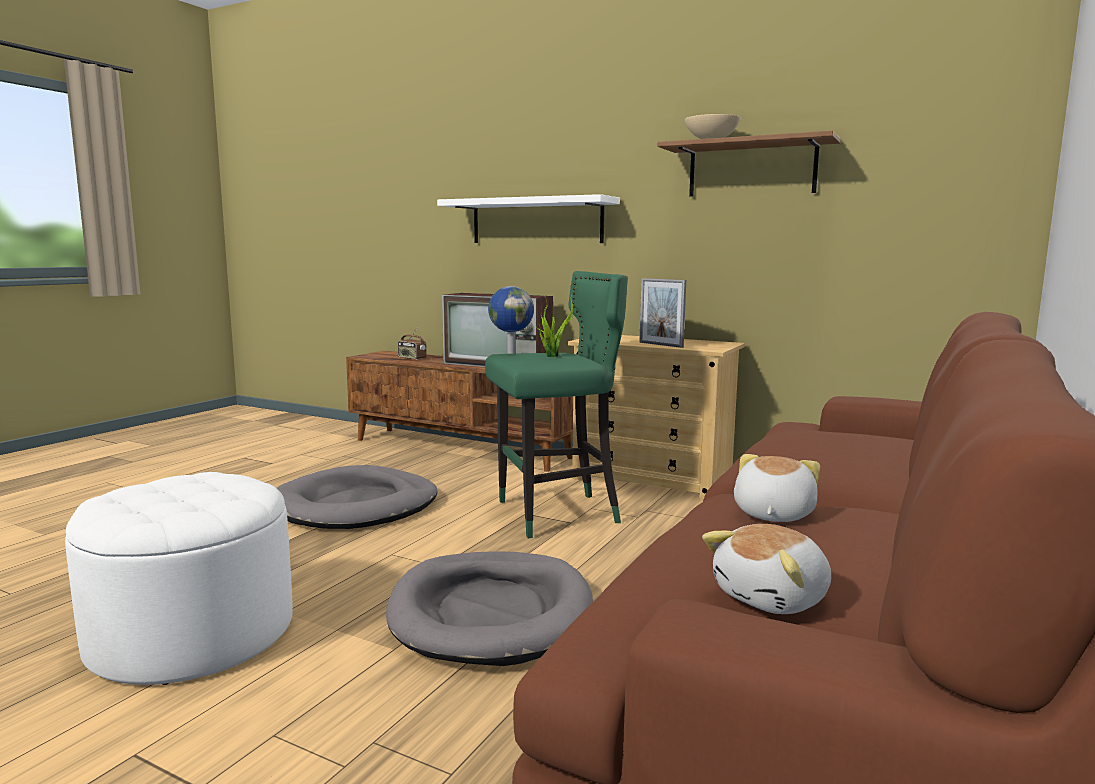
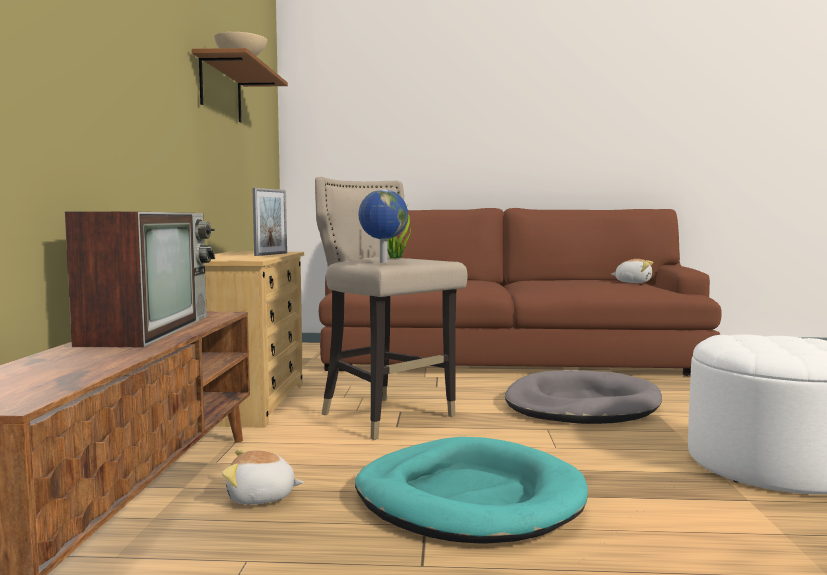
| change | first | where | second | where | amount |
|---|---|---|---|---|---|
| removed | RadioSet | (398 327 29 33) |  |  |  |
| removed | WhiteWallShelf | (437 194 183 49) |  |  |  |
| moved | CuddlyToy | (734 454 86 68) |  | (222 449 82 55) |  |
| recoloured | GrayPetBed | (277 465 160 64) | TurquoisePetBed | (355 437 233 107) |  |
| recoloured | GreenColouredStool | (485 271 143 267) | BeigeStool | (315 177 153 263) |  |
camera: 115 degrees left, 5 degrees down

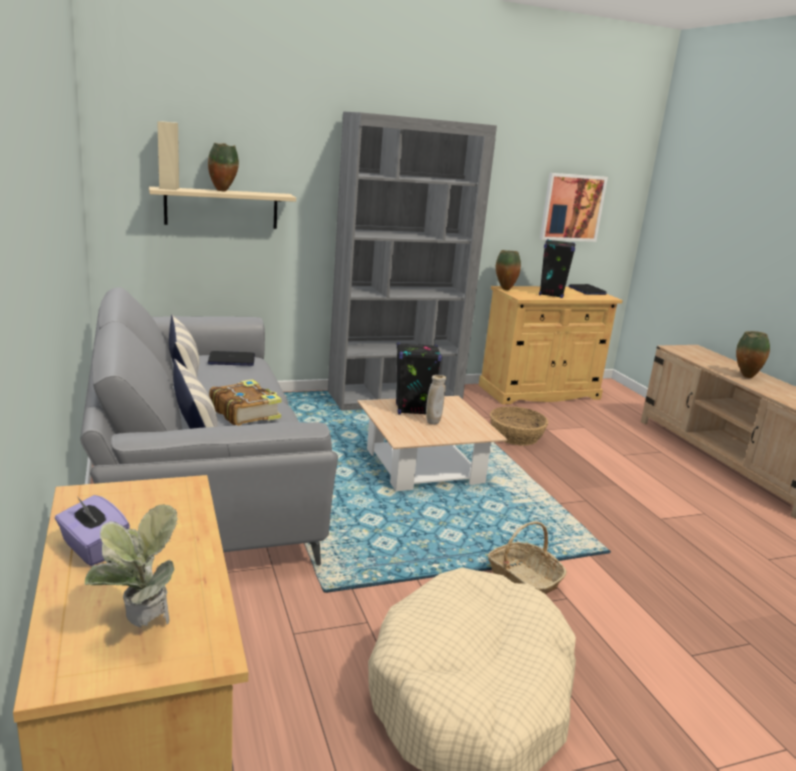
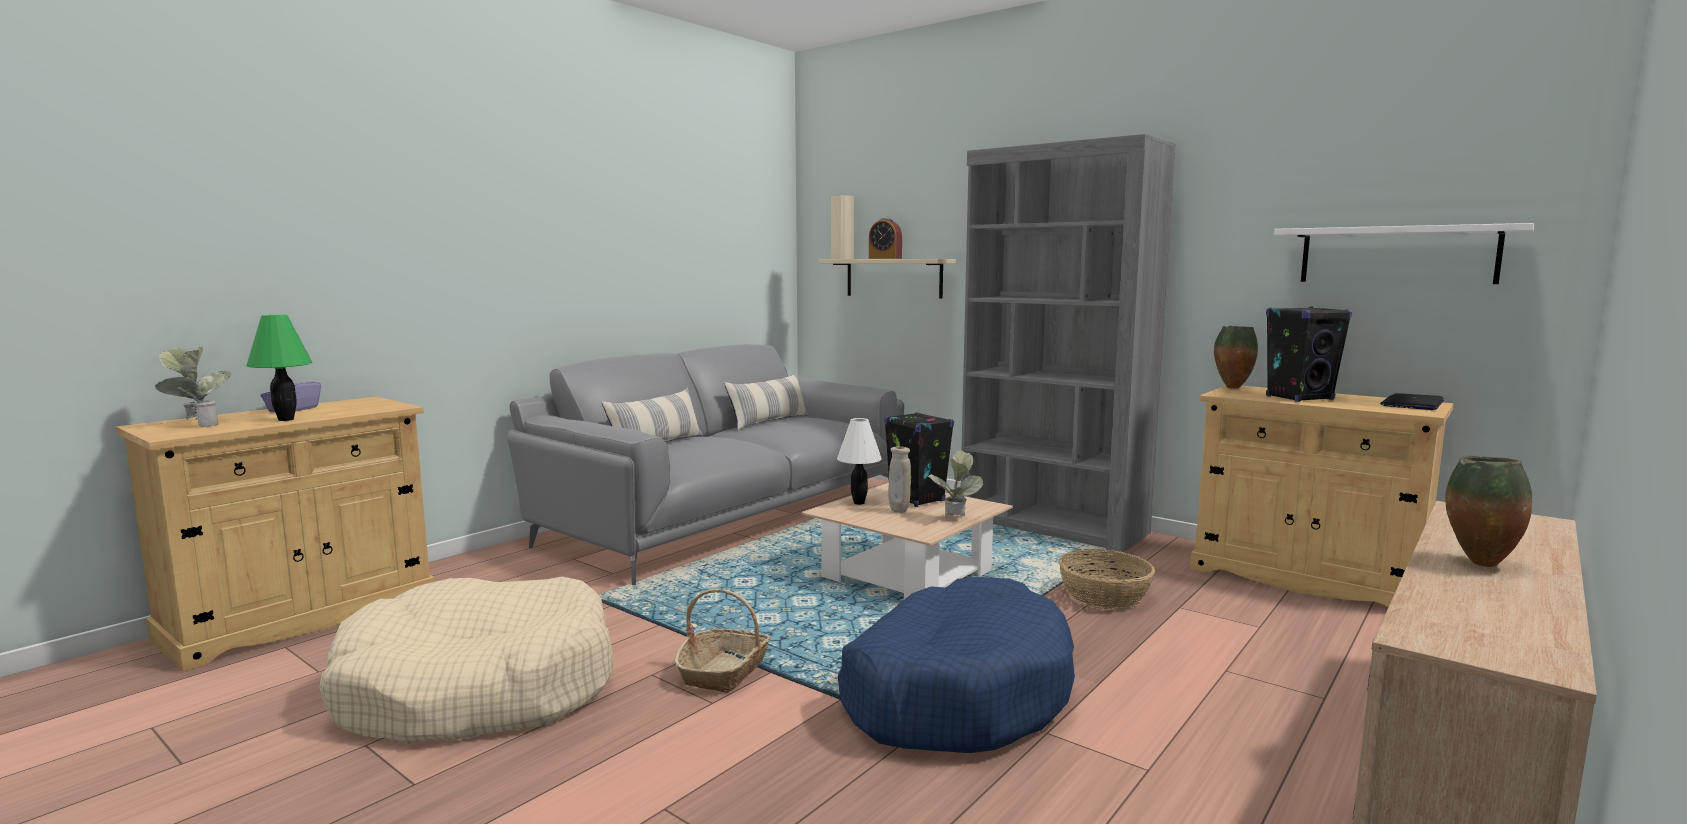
| change | first | where | second | where | amount |
|---|---|---|---|---|---|
| removed | Laptop | (208 351 47 15) |  |  |  |
| removed | BoundBook | (209 379 73 47) |  |  |  |
| added |  |  | GreenColouredTableLamp | (246 315 66 106) |  |
| added |  |  | WhiteTableLamp | (837 418 45 87) |  |
| added |  |  | BlueColouredPetBed | (838 577 237 176) |  |
| added |  |  | PottedPlant | (928 450 55 67) |  |
| replaced | DecorativeVase | (208 143 31 49) | TableClock | (869 218 33 41) |  |
| replaced | WallArt | (540 173 68 69) | WhiteWallShelf | (1274 223 260 61) |  |
camera: 60 degrees right, 10 degrees down

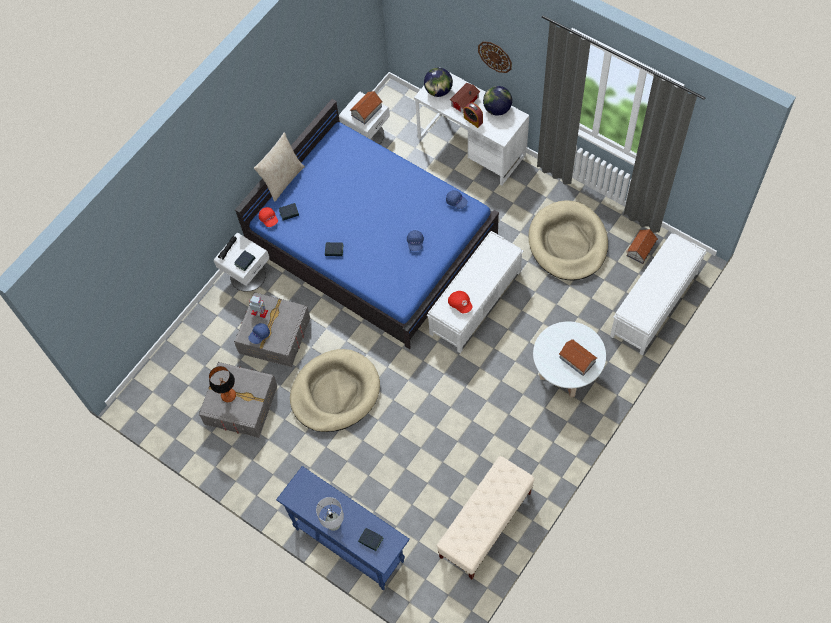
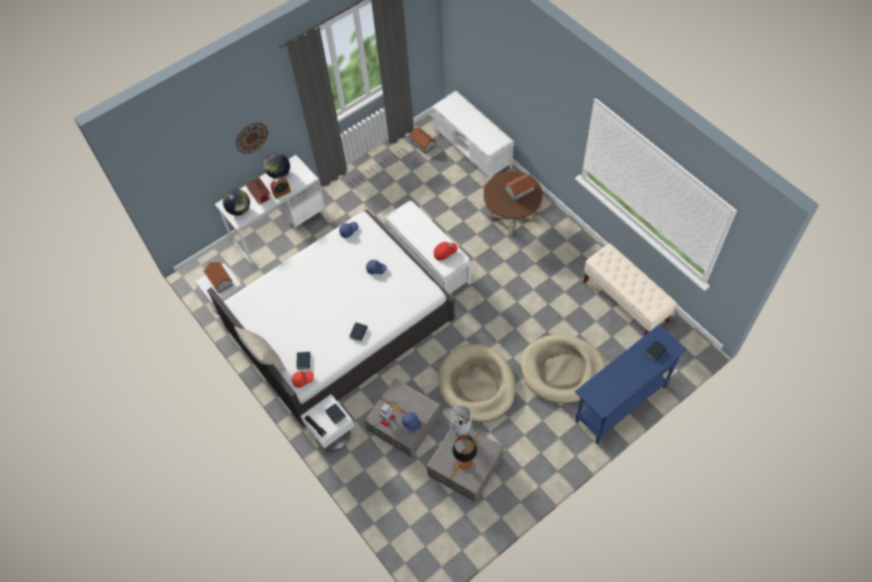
| change | first | where | second | where | amount |
|---|---|---|---|---|---|
| moved | GrayTableLamp | (316 497 28 34) |  | (450 405 22 32) |  |
| moved | BeigePetBed | (528 200 80 80) |  | (521 335 85 68) |  |
| recoloured | BlueColouredSleepingBed | (235 99 264 250) | WhiteSleepingBed | (207 210 248 217) |  |
| recoloured | WhiteCoffeeTable | (533 321 73 77) | BrownCoffeeTable | (483 171 60 63) |  |
camera: 75 degrees left, 5 degrees down

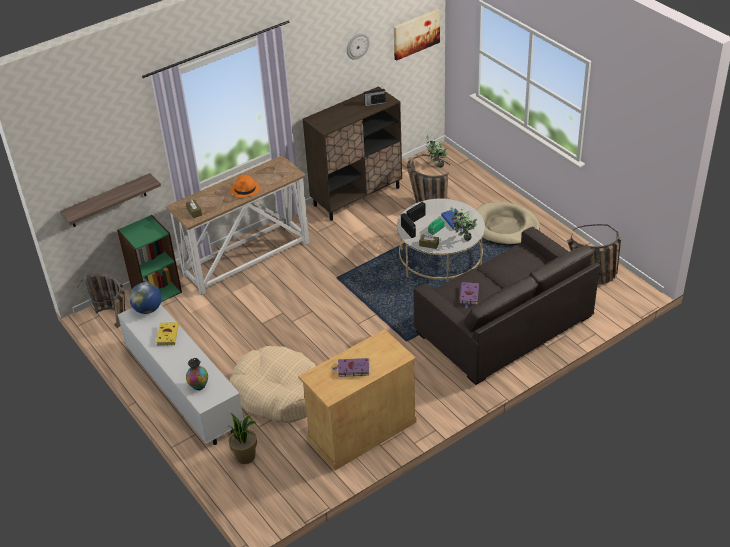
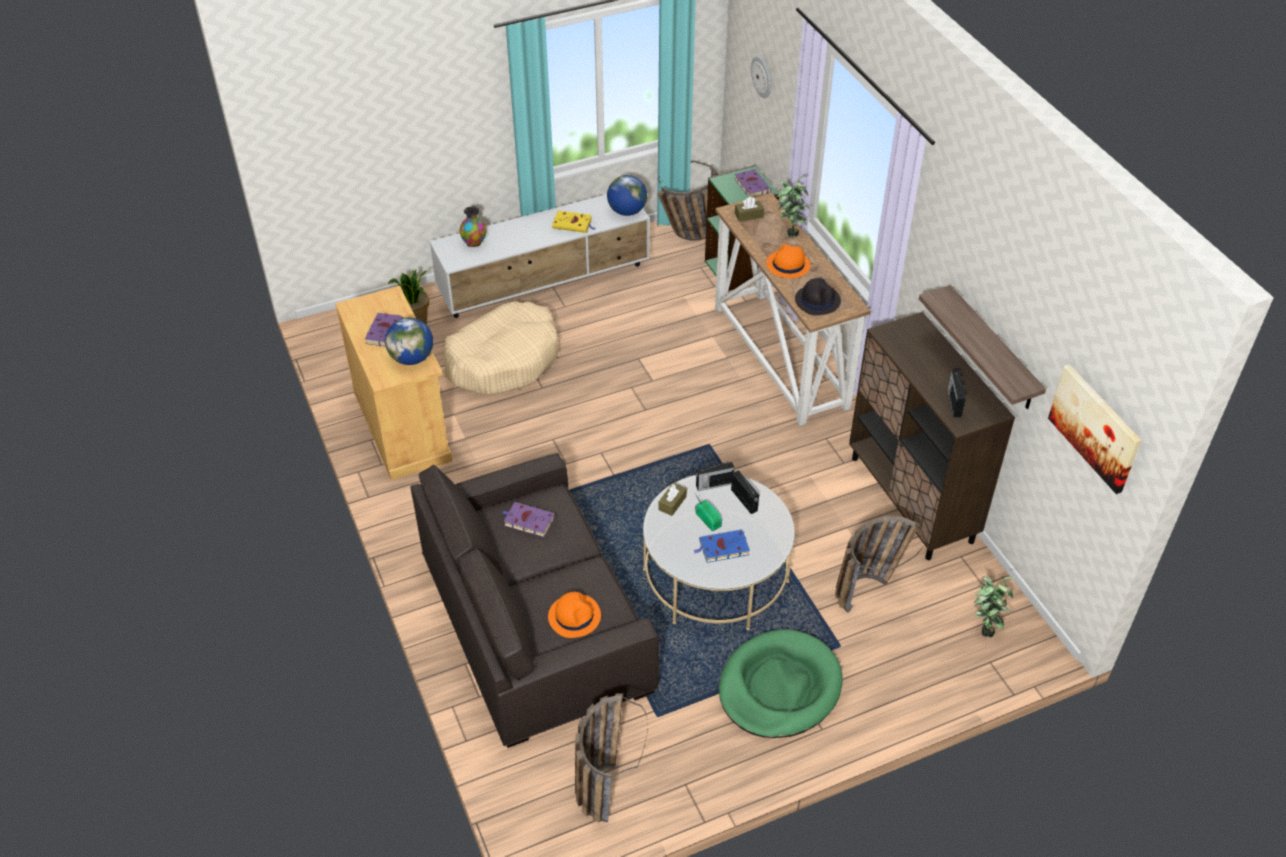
| change | first | where | second | where | amount |
|---|---|---|---|---|---|
| added |  |  | DeskGlobe | (385 317 48 48) |  |
| added |  |  | OrangeyClothingHat | (548 592 53 46) |  |
| added |  |  | PurpleColouredBoundBook | (735 169 36 29) |  |
| added |  |  | BlackColouredClothingHat | (795 278 46 37) |  |
| moved | WallShelf | (60 173 101 54) |  | (919 285 127 124) |  |
| moved | WallClock | (347 33 23 27) |  | (751 56 20 42) |  |
| moved | PottedPlant | (451 206 26 35) |  | (776 175 34 62) |  |
| recoloured | BeigePetBed | (476 202 64 44) | GreenColouredPetBed | (719 629 124 109) |  |
camera: 100 degrees right, 5 degrees up

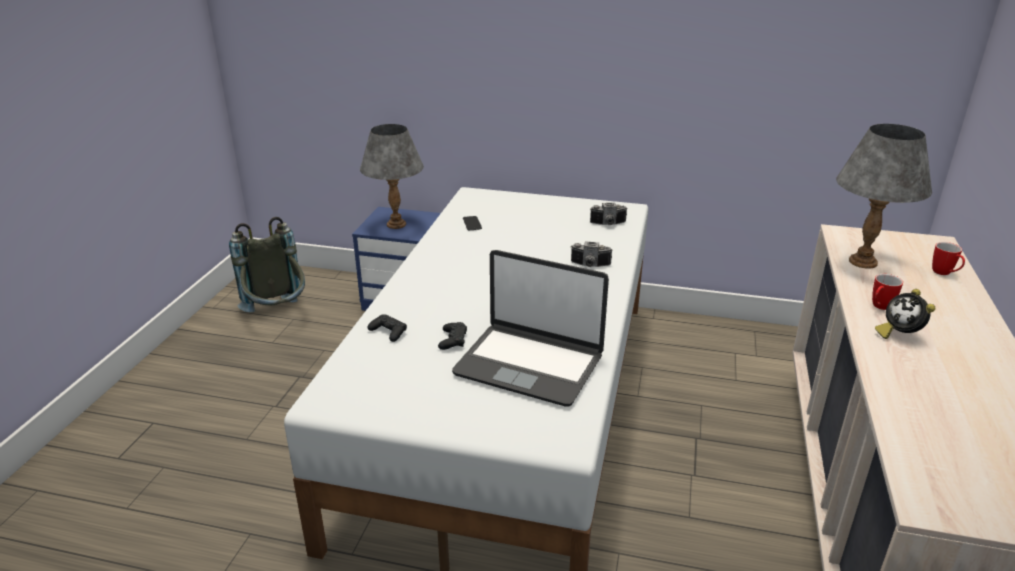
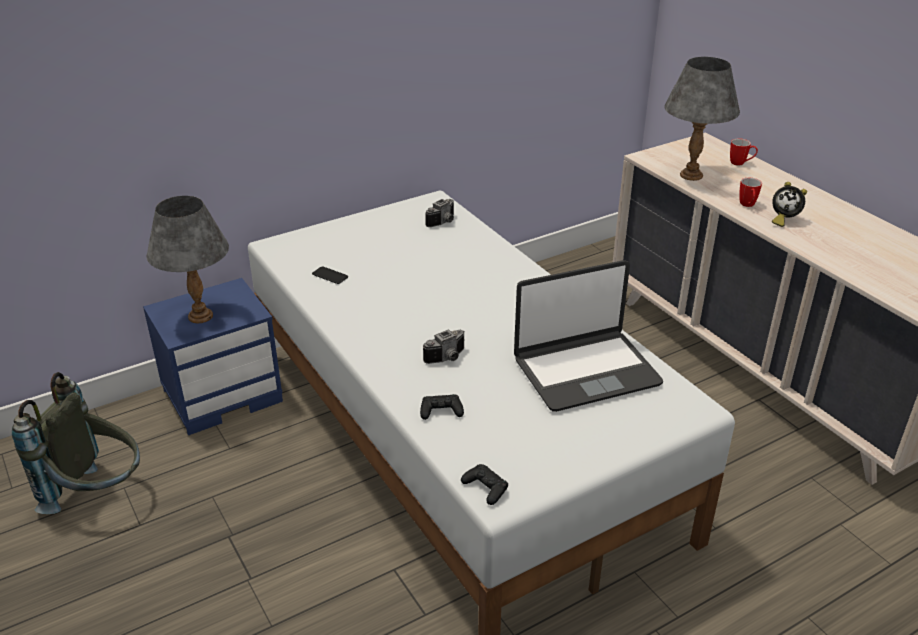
| change | first | where | second | where | amount |
|---|---|---|---|---|---|
| moved | BlackColouredJoypad | (438 322 29 28) |  | (461 464 47 41) |  |
| moved | StillCamera | (571 241 41 26) |  | (423 329 42 35) |  |
camera: 45 degrees left, 5 degrees up

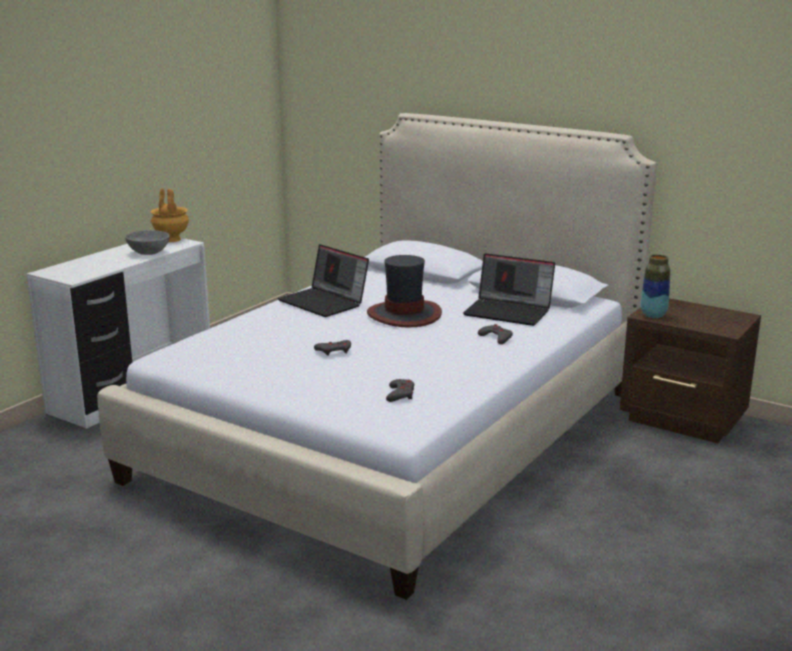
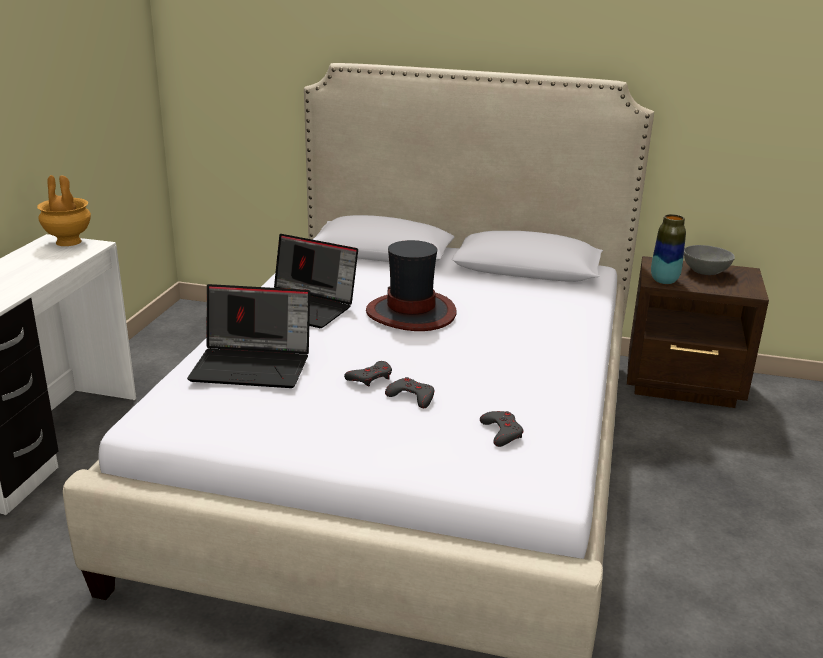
| change | first | where | second | where | amount |
|---|---|---|---|---|---|
| moved | GrayDeepDish | (125 230 45 25) |  | (684 245 51 30) |  |
| moved | Laptop | (463 253 92 73) |  | (187 284 123 104) |  |
| moved | GrayJoypad | (478 324 35 20) |  | (385 377 49 31) |  |
camera: 20 degrees left, 5 degrees up

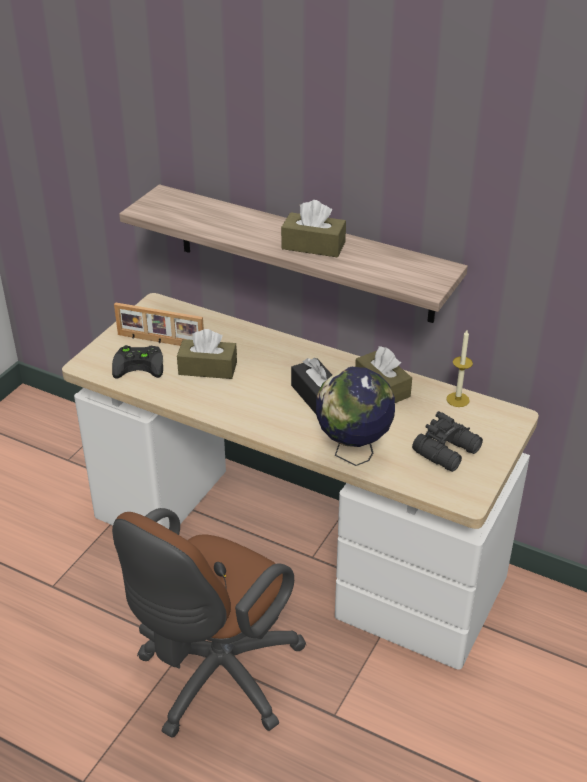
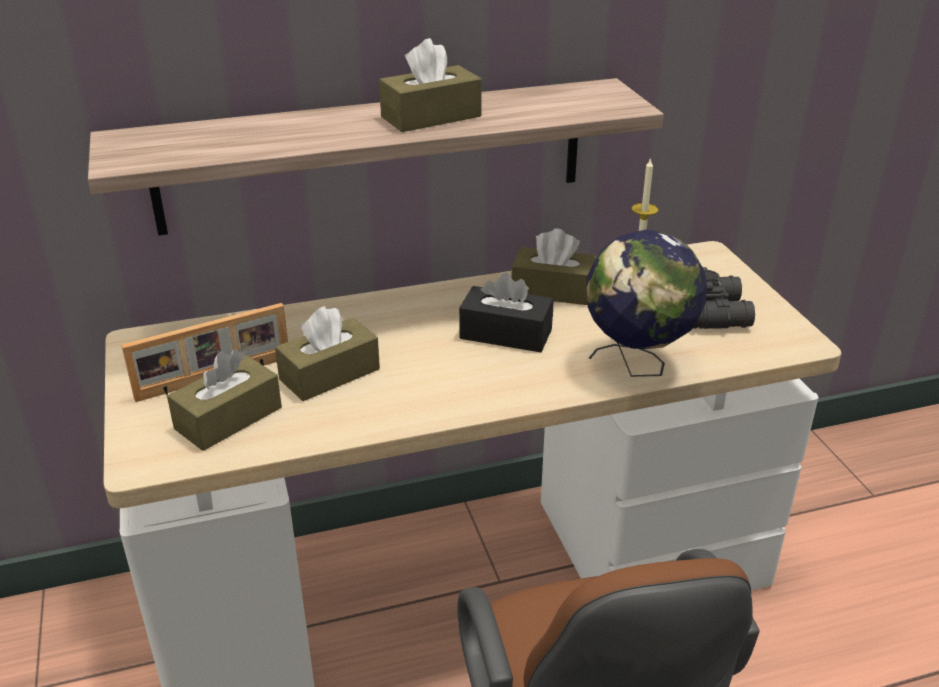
| change | first | where | second | where | amount |
|---|---|---|---|---|---|
| replaced | BlackColouredJoypad | (112 345 51 34) | BrownTissueHolder | (167 349 115 102) |  |
camera: 45 degrees left, 5 degrees down

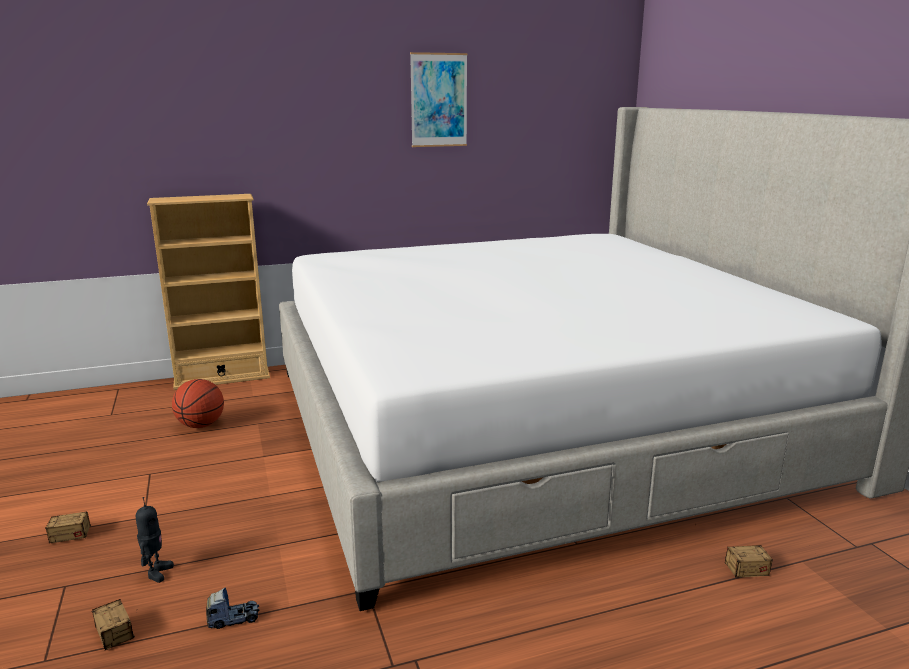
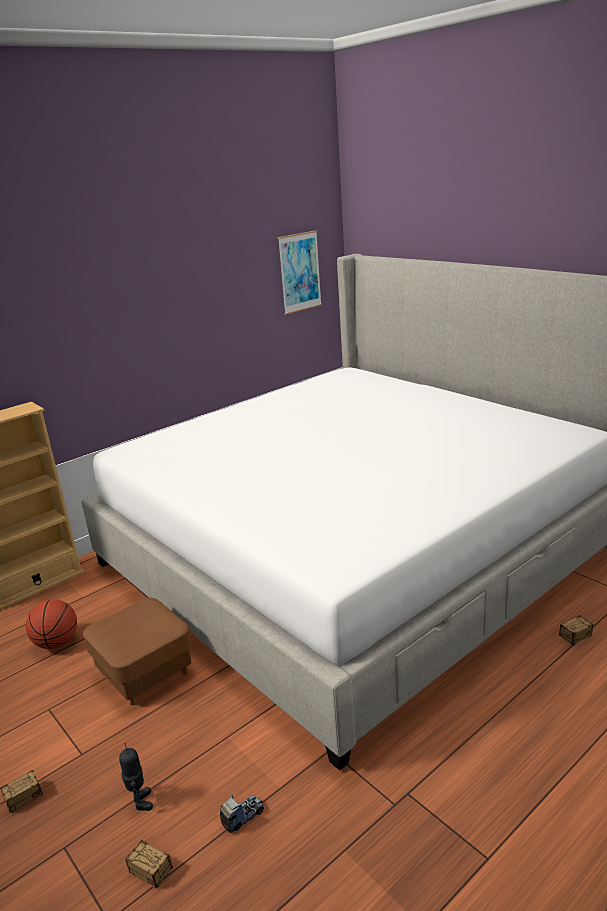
| change | first | where | second | where | amount |
|---|---|---|---|---|---|
| added |  |  | BrownOttoman | (83 598 108 107) |  |
| moved | WallArt | (410 52 57 95) |  | (278 231 44 84) |  |
camera: 20 degrees left, 5 degrees up

